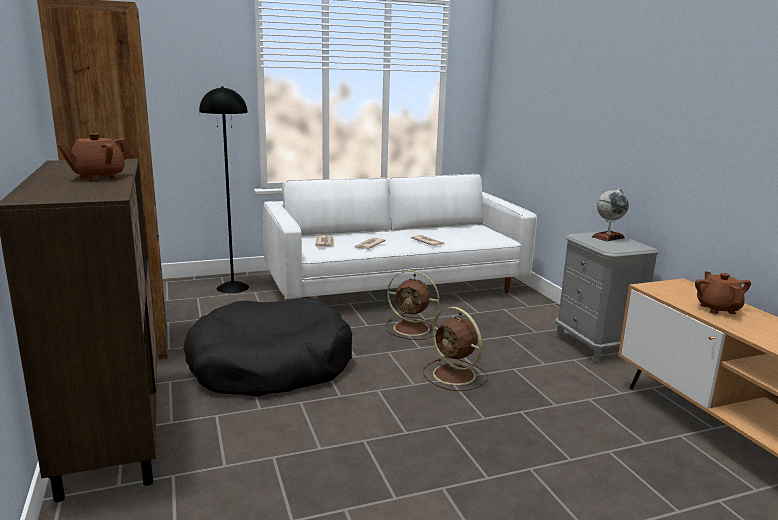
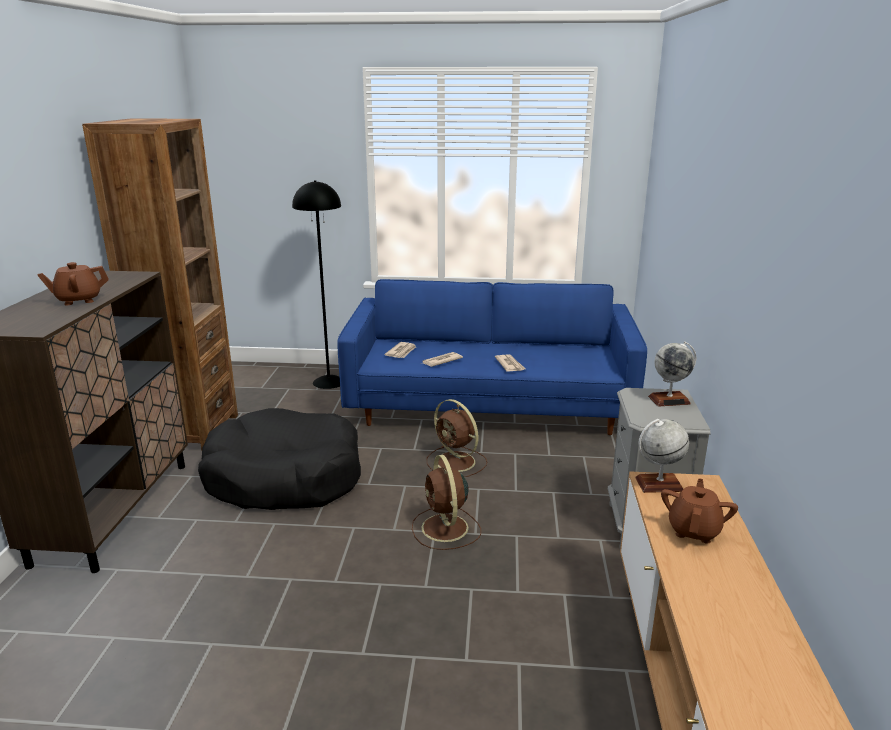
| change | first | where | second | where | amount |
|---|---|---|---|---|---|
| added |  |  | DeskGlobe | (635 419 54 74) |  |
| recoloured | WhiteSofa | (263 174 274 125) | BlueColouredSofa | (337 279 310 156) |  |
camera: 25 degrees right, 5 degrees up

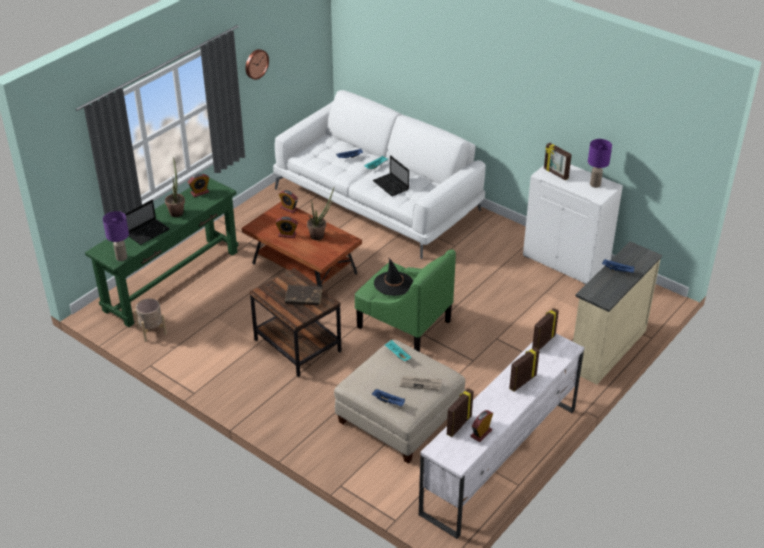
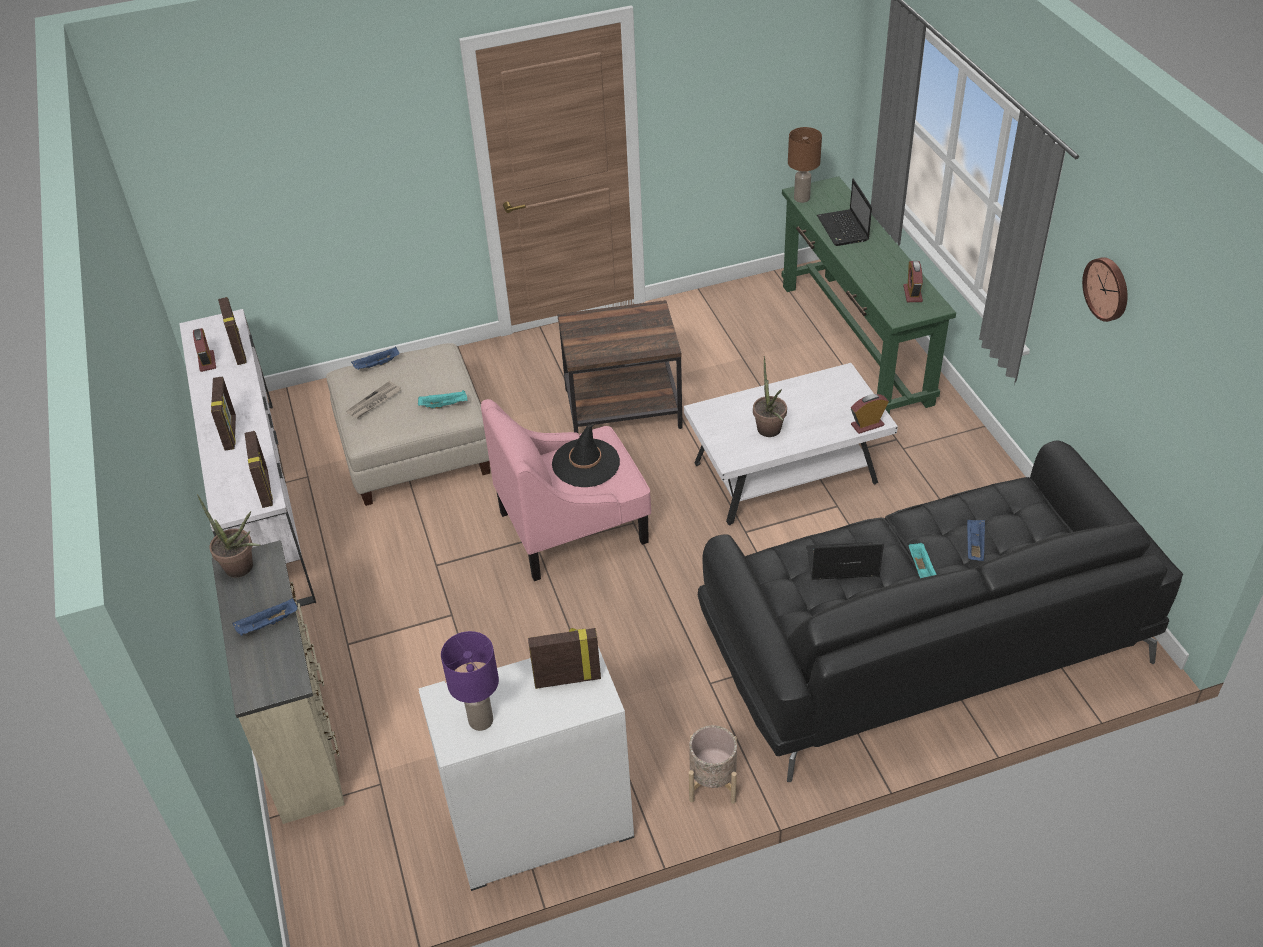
| change | first | where | second | where | amount |
|---|---|---|---|---|---|
| removed | TableClock | (276 217 22 21) |  |  |  |
| removed | BrownBoundBook | (285 285 37 20) |  |  |  |
| moved | BeigePlanter | (134 298 33 44) |  | (689 725 48 79) |  |
| moved | PottedPlant | (165 157 20 60) |  | (197 494 63 84) |  |
| recoloured | PurpleColouredTableLamp | (103 211 26 50) | BrownTableLamp | (788 127 34 76) |  |
| recoloured | BrownCoffeeTable | (242 202 120 85) | WhiteCoffeeTable | (684 363 214 162) |  |
| recoloured | WhiteSofa | (273 90 213 169) | BlackColouredSofa | (698 441 485 341) |  |
| recoloured | GreenColouredEasyChair | (355 249 101 103) | PinkEasyChair | (481 399 170 182) |  |
camera: 125 degrees right, 5 degrees up

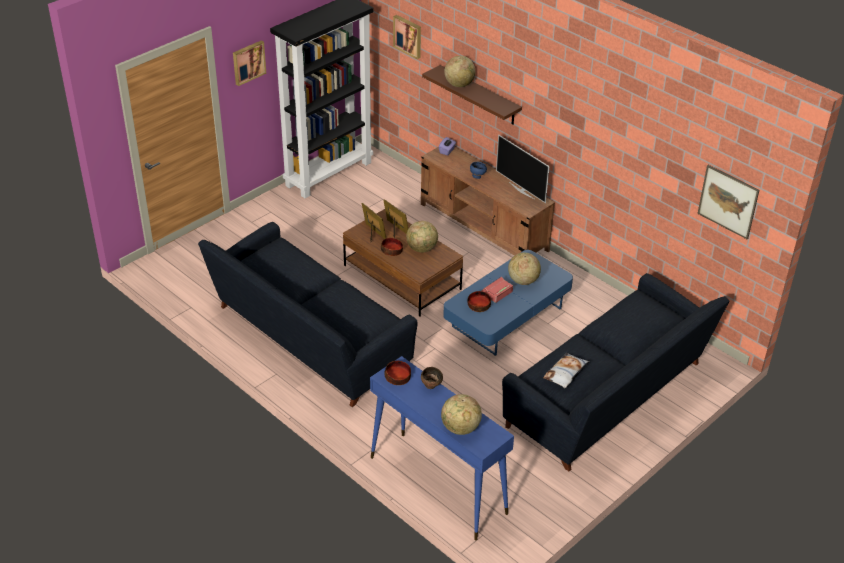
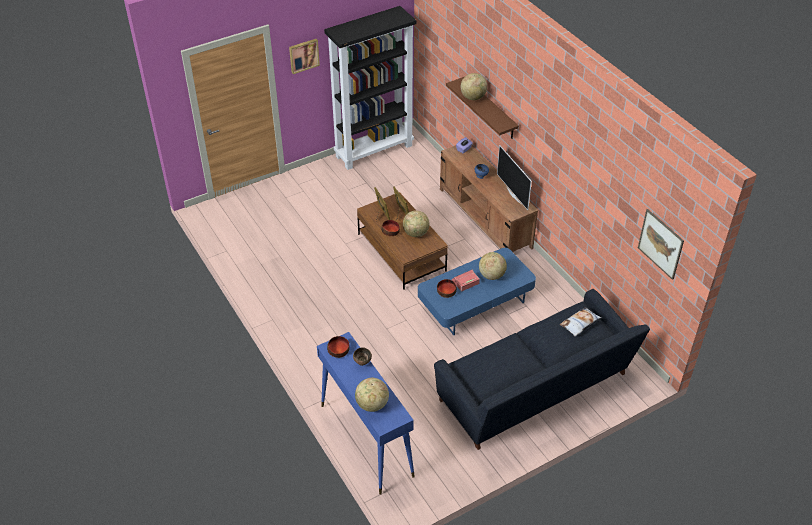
| change | first | where | second | where | amount |
|---|---|---|---|---|---|
| removed | BlackColouredSofa | (198 222 220 185) |  |  |  |
| removed | WallArt | (393 15 28 44) |  |  |  |
| moved | Pillow | (543 353 47 35) |  | (560 307 42 29) |  |
camera: 15 degrees right, 5 degrees up

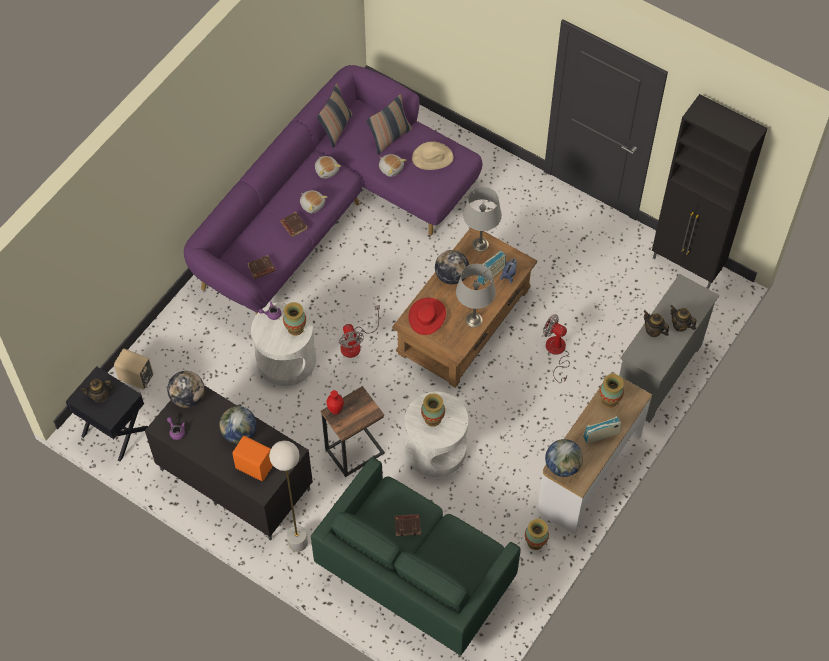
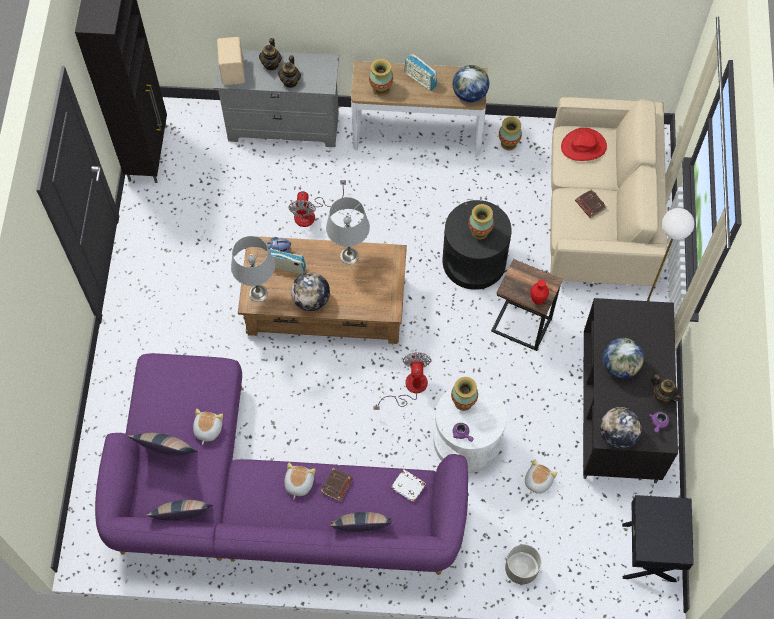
| change | first | where | second | where | amount |
|---|---|---|---|---|---|
| removed | OrangeyLoudspeaker | (232 436 41 45) |  |  |  |
| removed | BeigeClothingHat | (412 141 42 29) |  |  |  |
| added |  |  | Pillow | (330 512 62 20) |  |
| added |  |  | GrayPlanter | (505 544 36 41) |  |
| moved | PotForTea | (80 379 35 23) |  | (650 374 32 29) |  |
| moved | BeigeLoudspeaker | (114 349 39 41) |  | (217 37 28 48) |  |
| moved | CuddlyToy | (315 156 26 22) |  | (525 459 33 35) |  |
| moved | RedClothingHat | (408 298 38 37) |  | (561 128 46 33) |  |
| recoloured | BrownBoundBook | (247 255 29 24) | WhiteBoundBook | (391 469 35 33) |  |
| recoloured | GreenColouredSofa | (311 457 210 198) | BeigeSofa | (550 97 118 189) |  |
| recoloured | WhiteSideTable | (405 392 64 85) | BlackColouredSideTable | (442 200 70 90) |  |
| turned | CoolingFan | (339 305 41 53) |  | (373 352 59 58) | 45 degrees counterclockwise |
camera: 120 degrees left, 5 degrees up

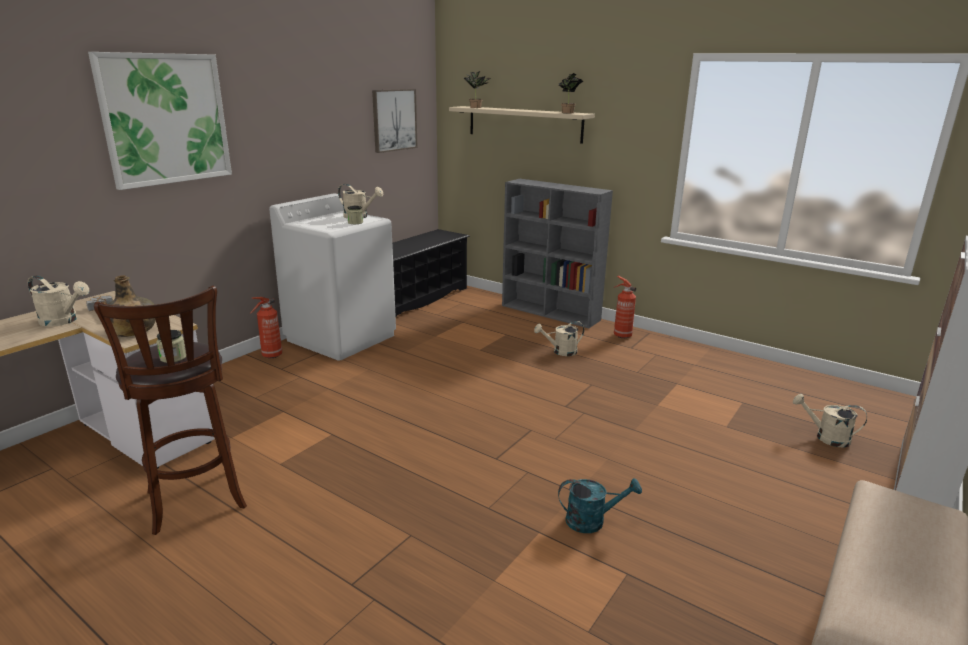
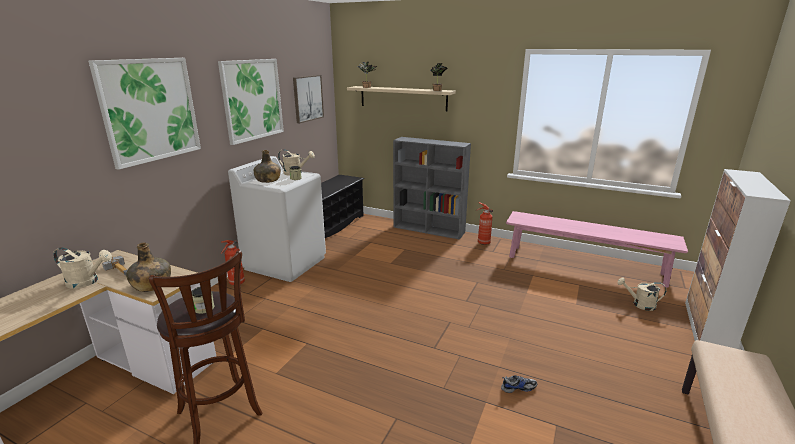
| change | first | where | second | where | amount |
|---|---|---|---|---|---|
| removed | BeigeWateringCan | (534 321 50 35) |  |  |  |
| added |  |  | WallArt | (218 59 66 86) |  |
| added |  |  | GreenColouredBeverageBottle | (254 150 27 33) |  |
| added |  |  | PinkIndoorBench | (506 211 182 77) |  |
| replaced | TurquoiseWateringCan | (558 478 84 55) | Shoe | (501 375 36 18) |  |
camera: 10 degrees left, 0 degrees up

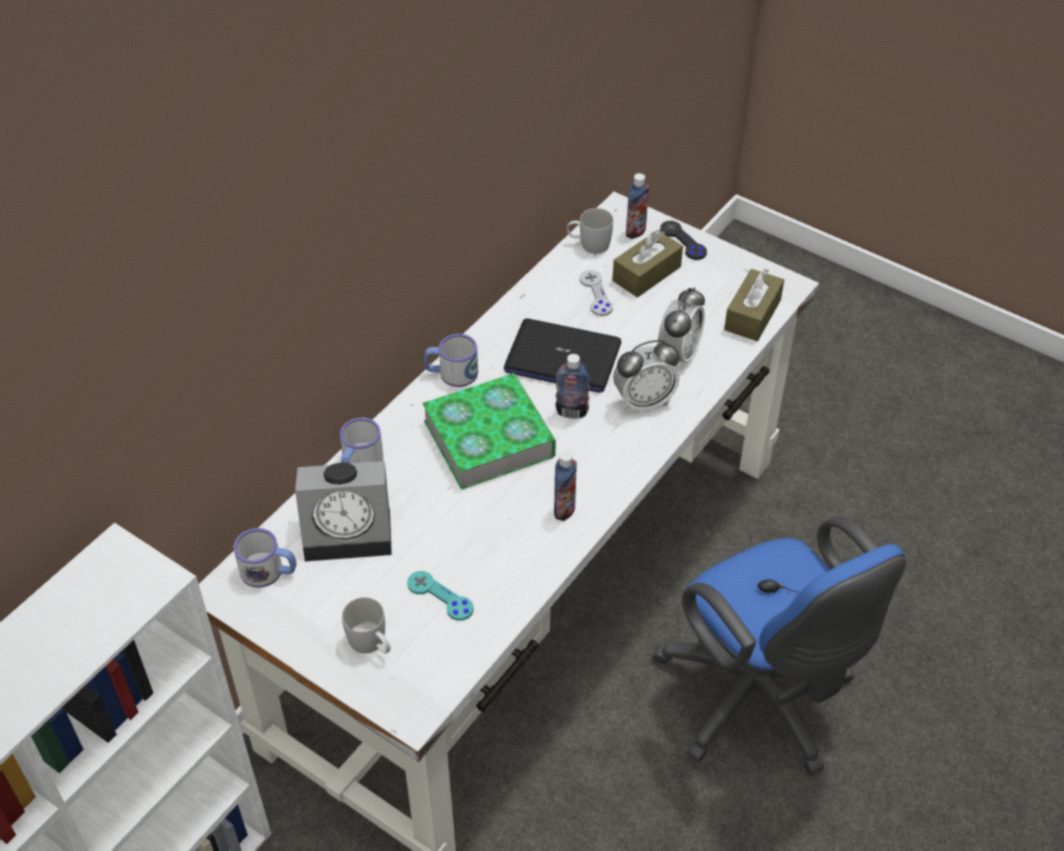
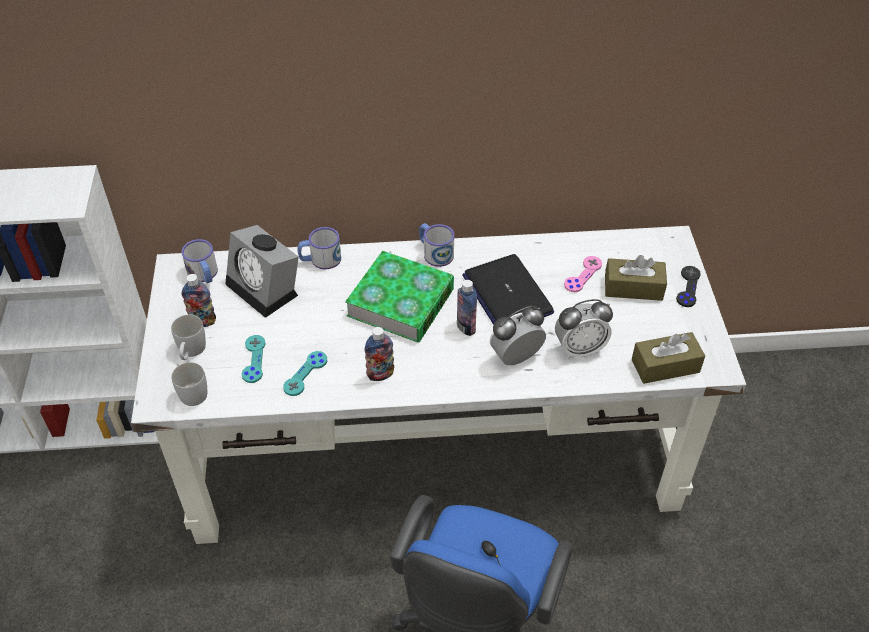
| change | first | where | second | where | amount |
|---|---|---|---|---|---|
| added |  |  | TurquoiseJoypad | (283 351 44 45) |  |
| moved | WhiteCoffeeMug | (567 208 46 46) |  | (171 362 36 44) |  |
| moved | BeverageBottle | (626 173 23 66) |  | (182 274 34 53) |  |
| recoloured | GrayJoypad | (580 270 33 46) | PinkJoypad | (564 256 38 36) |  |
| turned | TableClock | (613 340 67 73) |  | (490 305 56 60) | 120 degrees clockwise |
camera: 50 degrees right, 0 degrees up

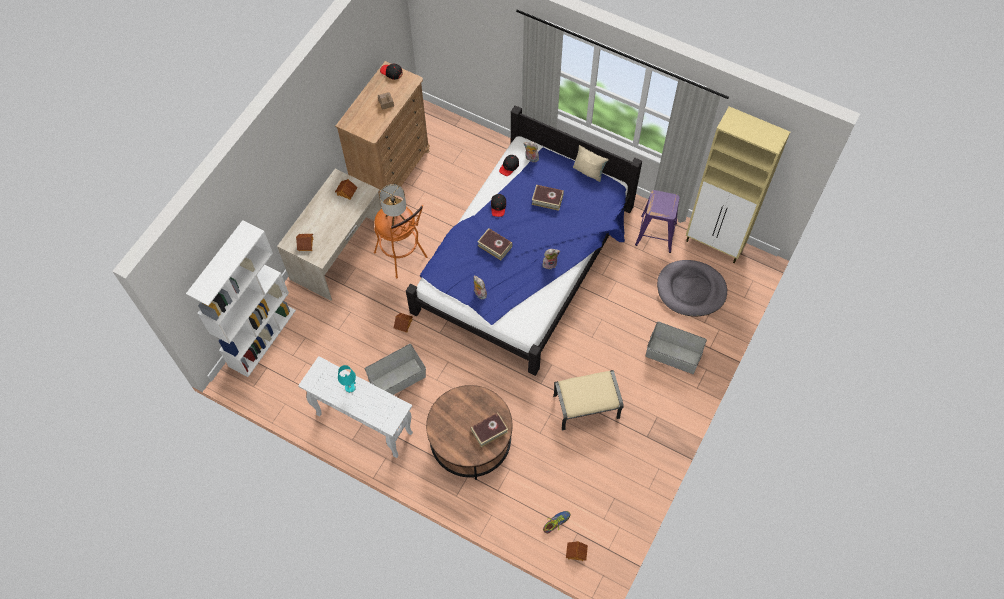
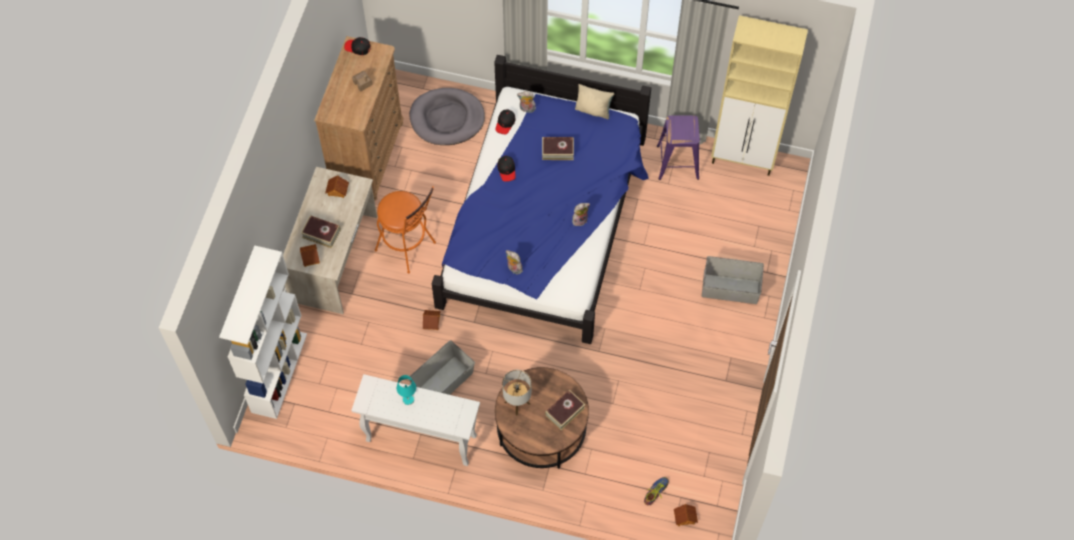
| change | first | where | second | where | amount |
|---|---|---|---|---|---|
| removed | BeigeOttoman | (553 370 71 60) |  |  |  |
| moved | TableLamp | (379 184 27 42) |  | (502 370 29 45) |  |
| moved | BoundBook | (477 228 35 32) |  | (301 215 40 33) |  |
| moved | GrayPetBed | (657 260 70 57) |  | (409 88 76 57) |  |
camera: 15 degrees left, 0 degrees up

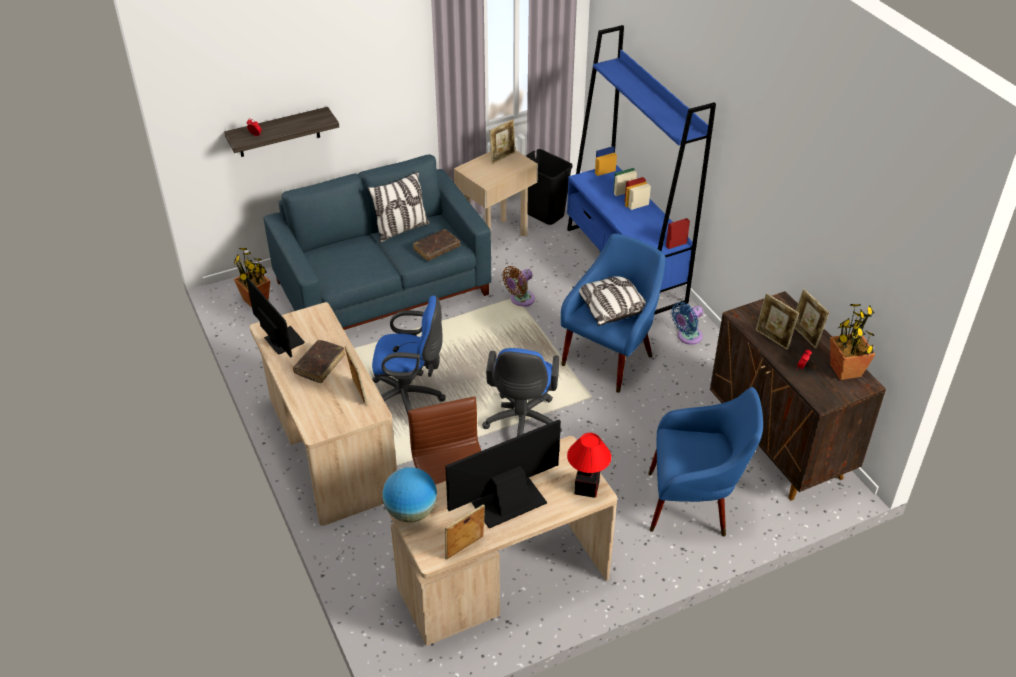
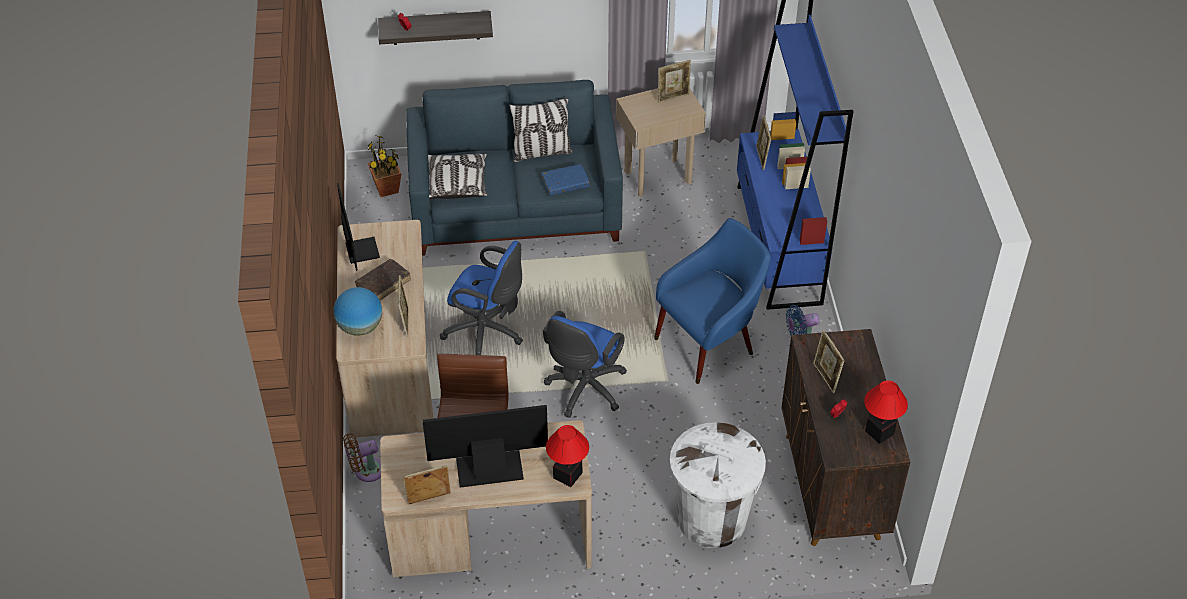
| change | first | where | second | where | amount |
|---|---|---|---|---|---|
| removed | BlackColouredWasteBin | (526 149 47 76) |  |  |  |
| moved | DeskGlobe | (382 467 55 55) |  | (333 287 49 49) |  |
| moved | BrownCoolingFan | (502 266 33 41) |  | (343 433 38 49) |  |
| moved | Pillow | (572 276 74 50) |  | (428 154 59 45) |  |
| moved | StandingFrame | (795 289 34 60) |  | (756 115 15 55) |  |
| replaced | BlueColouredEasyChair | (648 387 115 150) | WhiteWasteBin | (670 422 96 126) |  |
| replaced | PottedPlant | (830 304 46 76) | TableLamp | (864 380 44 64) |  |
| recoloured | BrownBoundBook | (413 229 47 32) | BlueColouredBoundBook | (541 164 49 31) |  |
camera: 20 degrees right, 5 degrees up

